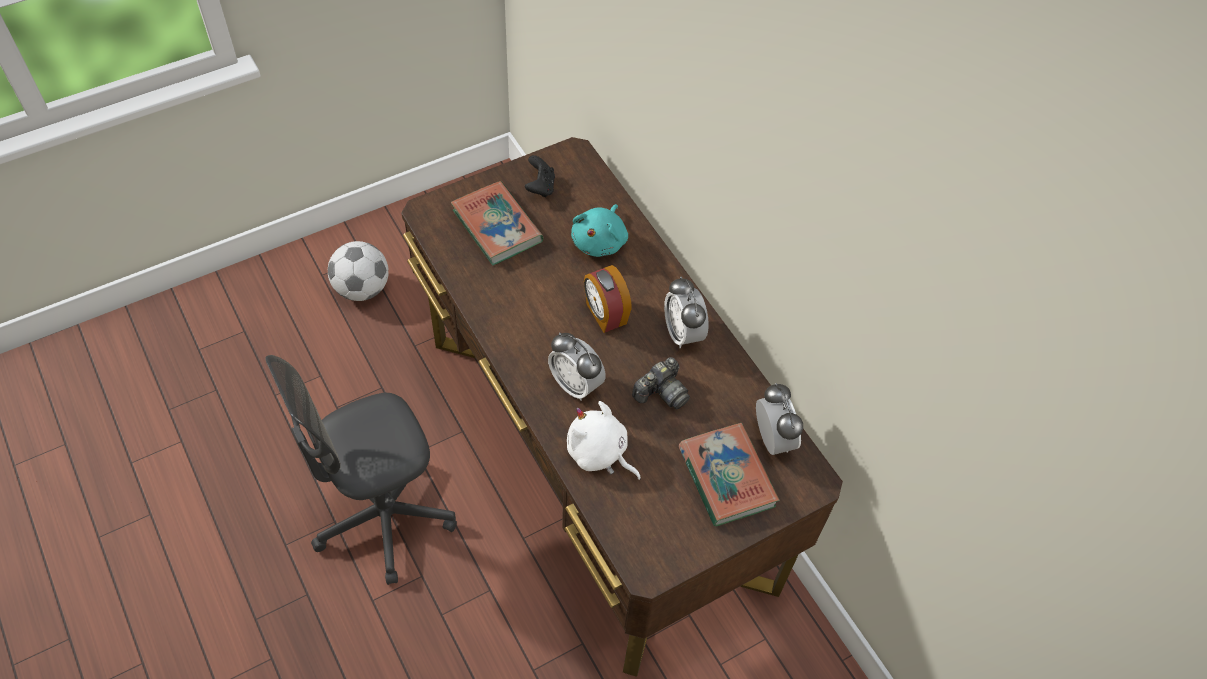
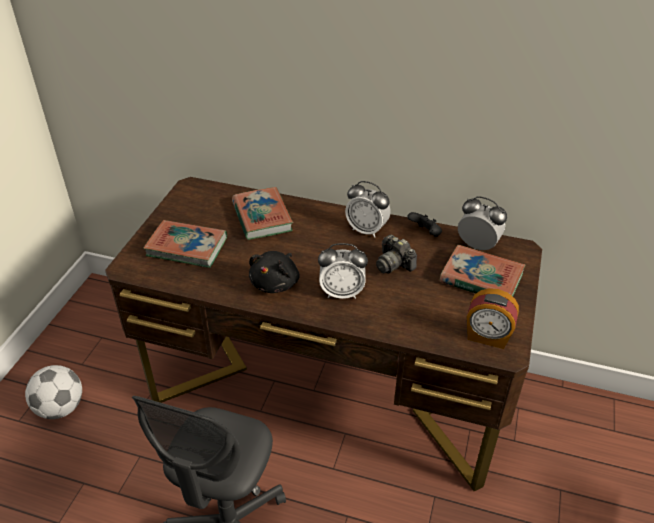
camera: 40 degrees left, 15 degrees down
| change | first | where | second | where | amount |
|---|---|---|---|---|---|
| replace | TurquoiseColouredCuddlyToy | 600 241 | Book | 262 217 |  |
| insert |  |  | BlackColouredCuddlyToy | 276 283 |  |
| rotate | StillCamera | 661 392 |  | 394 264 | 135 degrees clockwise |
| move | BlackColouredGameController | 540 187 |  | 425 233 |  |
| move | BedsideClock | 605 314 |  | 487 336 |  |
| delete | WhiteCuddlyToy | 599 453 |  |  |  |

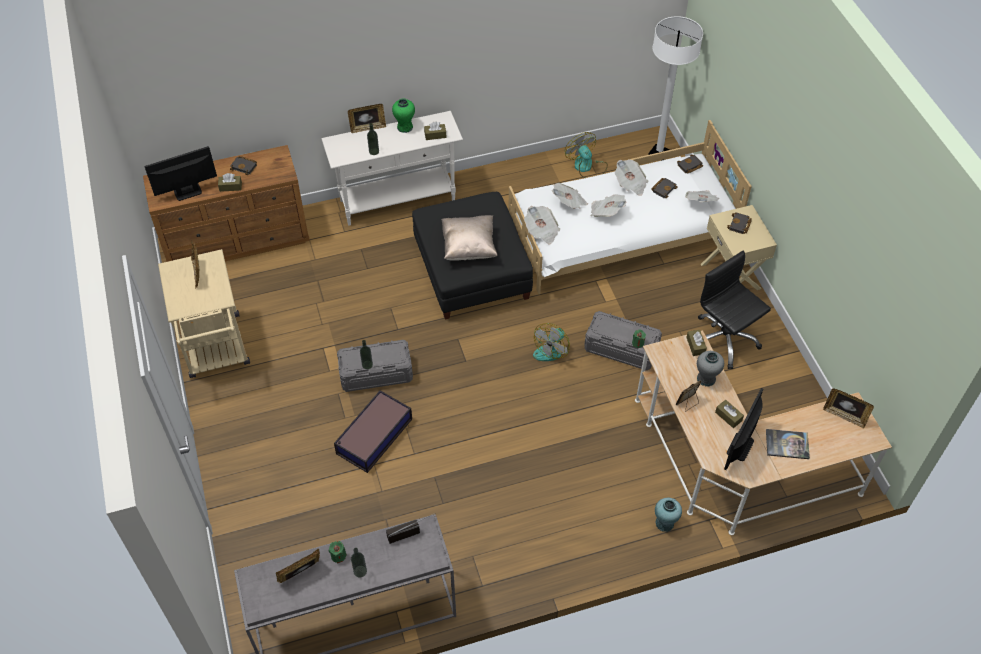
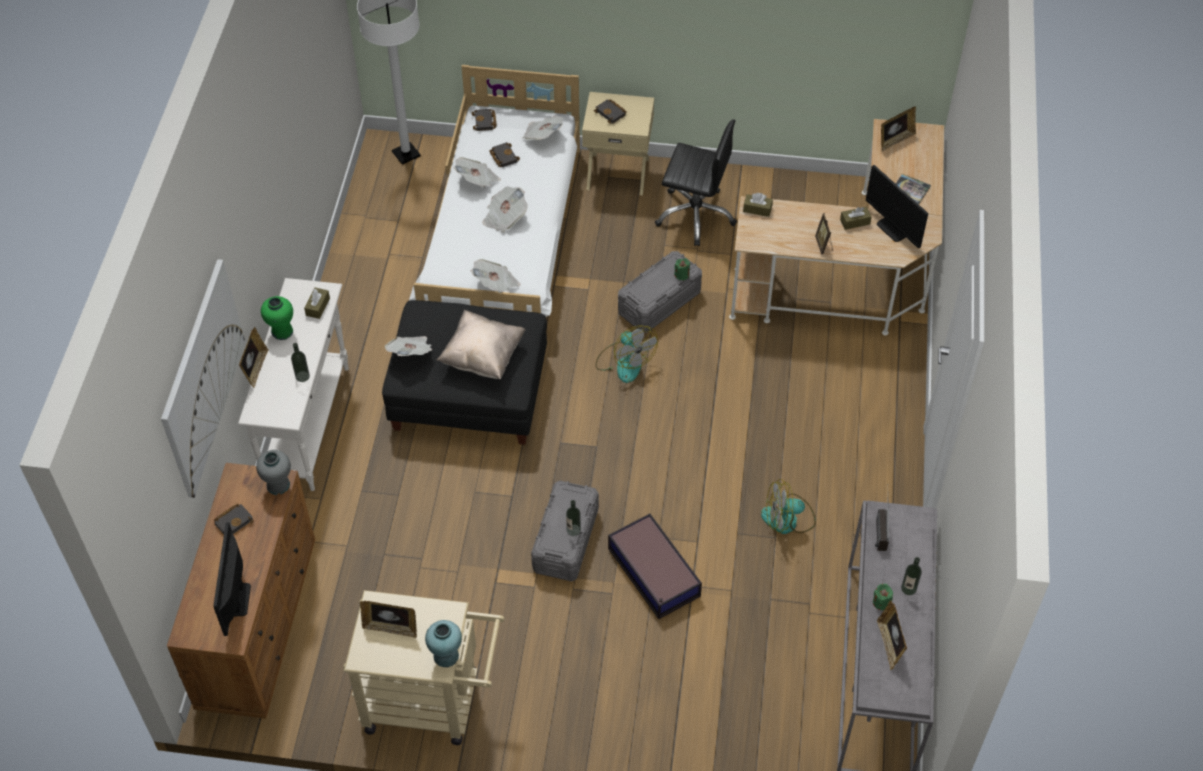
camera: 65 degrees left, 0 degrees up
| change | first | where | second | where | amount |
|---|---|---|---|---|---|
| insert |  |  | WallPicture | 202 377 |  |
| move | GrayFlowerVase | 706 379 |  | 278 485 |  |
| move | DailyPaper | 569 203 |  | 411 353 |  |
| move | TurquoiseColouredFlowerVase | 664 523 |  | 446 656 |  |
| rotate | BlackColouredDeskChair | 724 339 |  | 695 215 | 150 degrees counterclockwise |
| move | Fan | 586 167 |  | 788 519 |  |
| delete | BrownColouredBoxOfTissues | 230 187 |  |  |  |

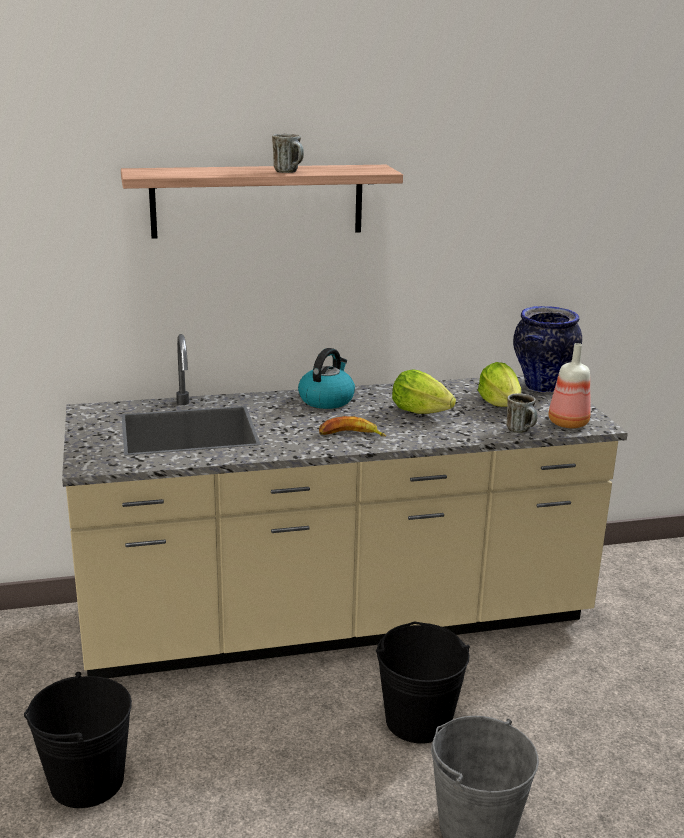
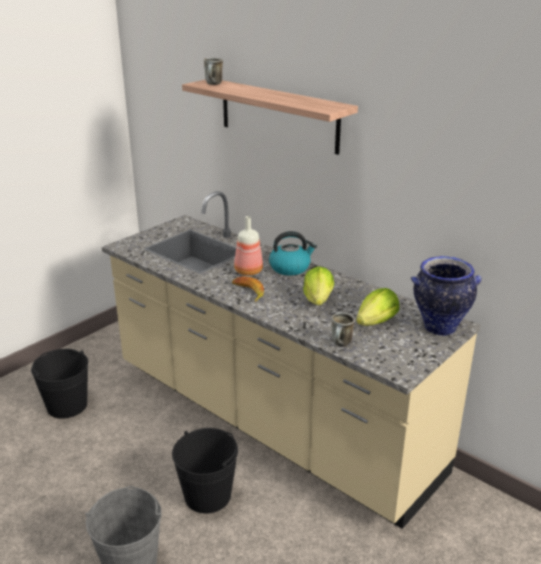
camera: 55 degrees right, 5 degrees up
| change | first | where | second | where | amount |
|---|---|---|---|---|---|
| move | Mug | 290 172 |  | 214 84 |  |
| move | Bottle | 568 424 |  | 247 271 |  |

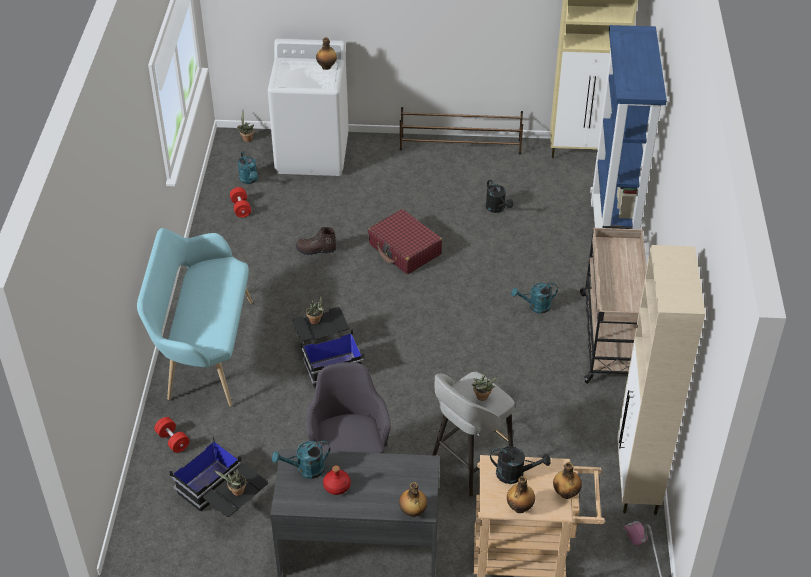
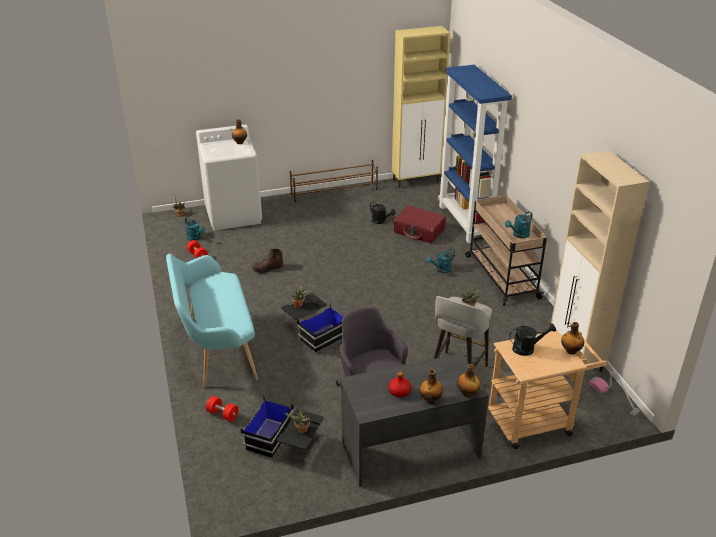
camera: 20 degrees left, 10 degrees down
| change | first | where | second | where | amount |
|---|---|---|---|---|---|
| move | ReddishPieceOfLuggage | 405 249 |  | 419 231 |  |
| move | Bottle | 520 507 |  | 430 400 |  |
| move | TurquoiseColouredSprinklingCan | 305 470 |  | 518 235 |  |

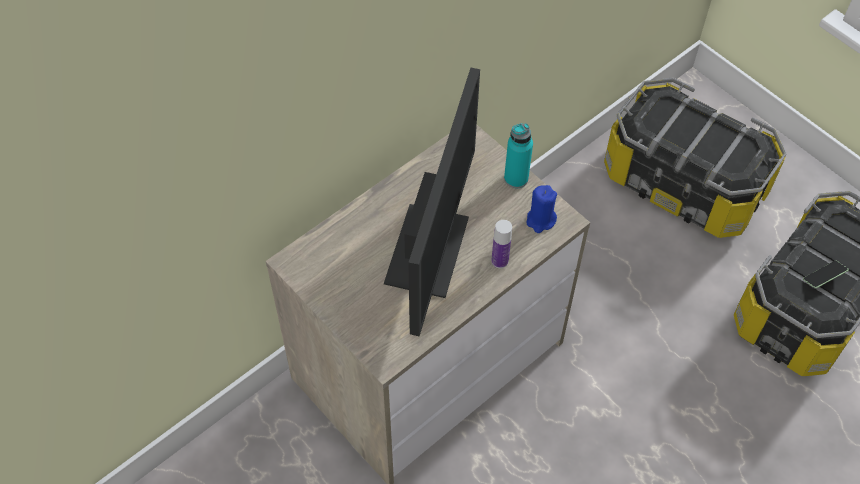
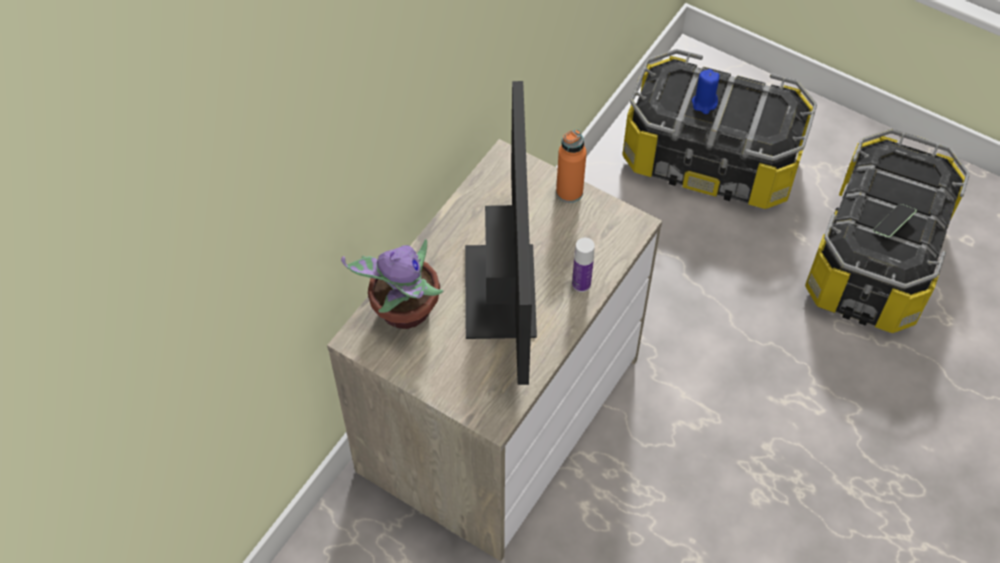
camera: 15 degrees left, 0 degrees up
| change | first | where | second | where | amount |
|---|---|---|---|---|---|
| insert |  |  | Houseplant | 404 312 |  |
| recolor | TurquoiseColouredBottle | 516 178 | OrangeyBottle | 569 192 |  |
| move | BlueCandle | 540 220 |  | 704 103 |  |

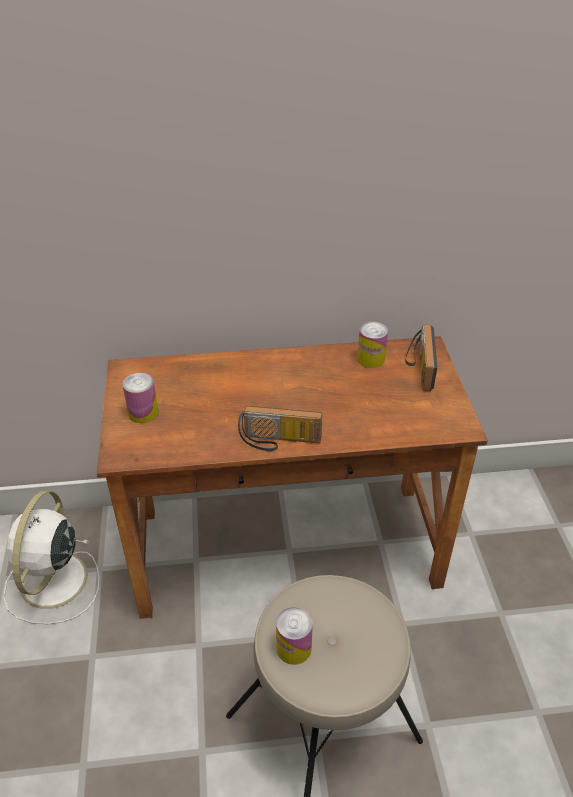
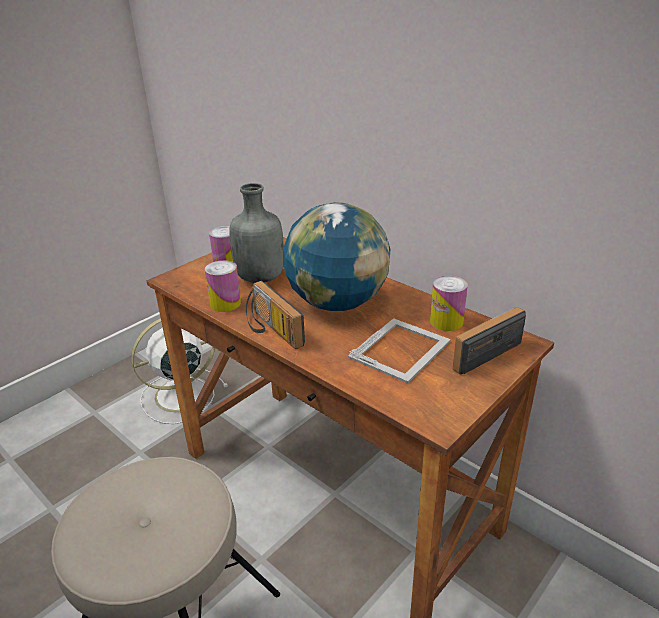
camera: 50 degrees right, 10 degrees down
| change | first | where | second | where | amount |
|---|---|---|---|---|---|
| move | Can | 294 648 |  | 225 303 |  |
| insert |  |  | GrayBottle | 261 277 |  |
| insert |  |  | Globe | 337 303 |  |
| insert |  |  | StandingFrame | 401 349 |  |

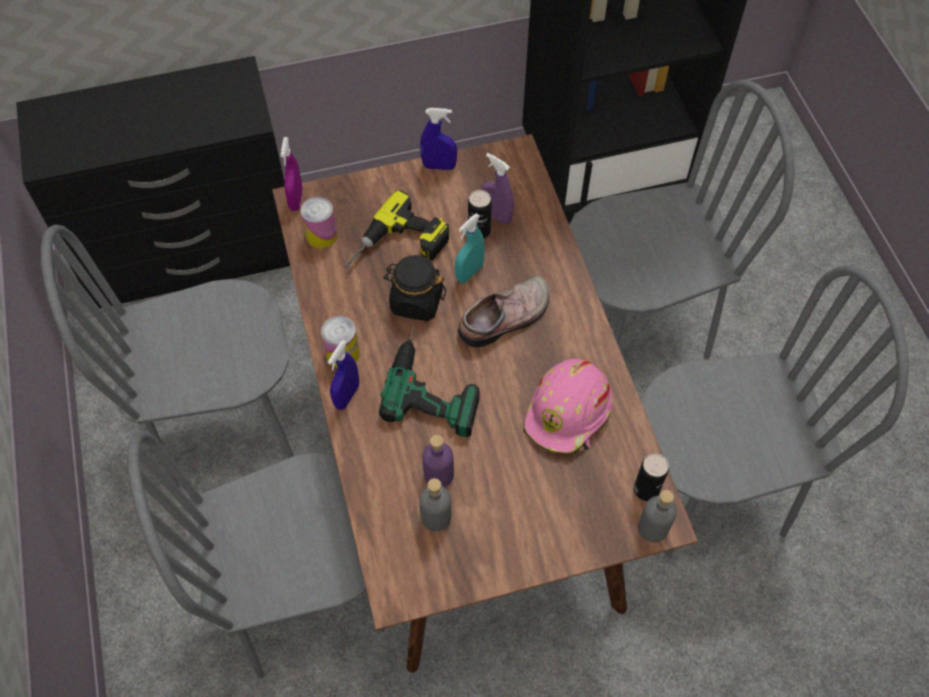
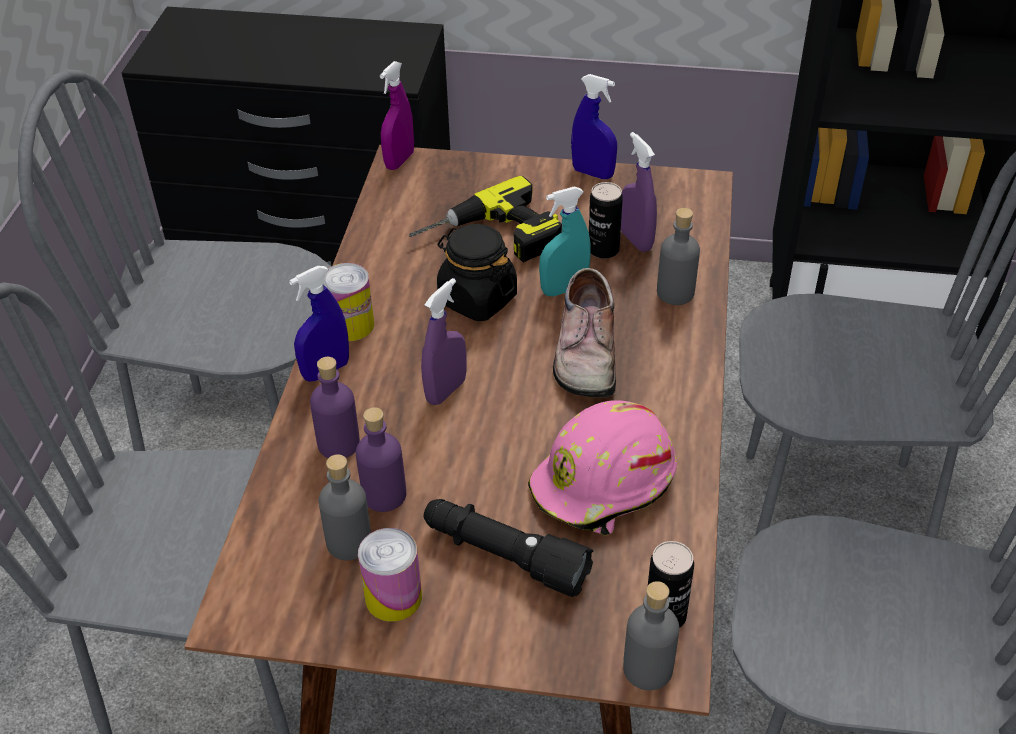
camera: 25 degrees right, 15 degrees down
| change | first | where | second | where | amount |
|---|---|---|---|---|---|
| insert |  |  | PurplishBottle | 339 444 |  |
| move | Can | 321 235 |  | 393 597 |  |
| replace | Drill | 435 382 | PurplishHandSprayer | 446 391 |  |
| insert |  |  | BlackColouredTorch | 504 556 |  |
| rotate | ItemOfFootwear | 506 319 |  | 583 351 | 105 degrees clockwise |
| insert |  |  | GrayBottle | 675 293 |  |

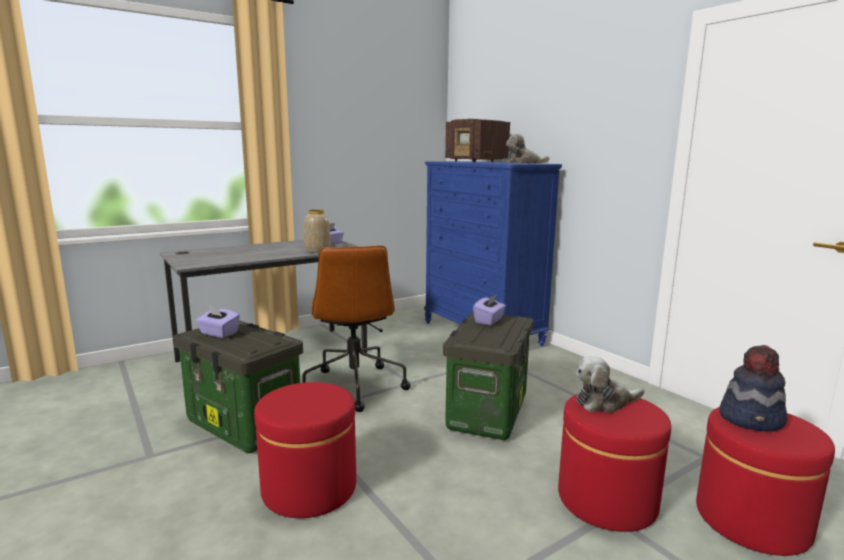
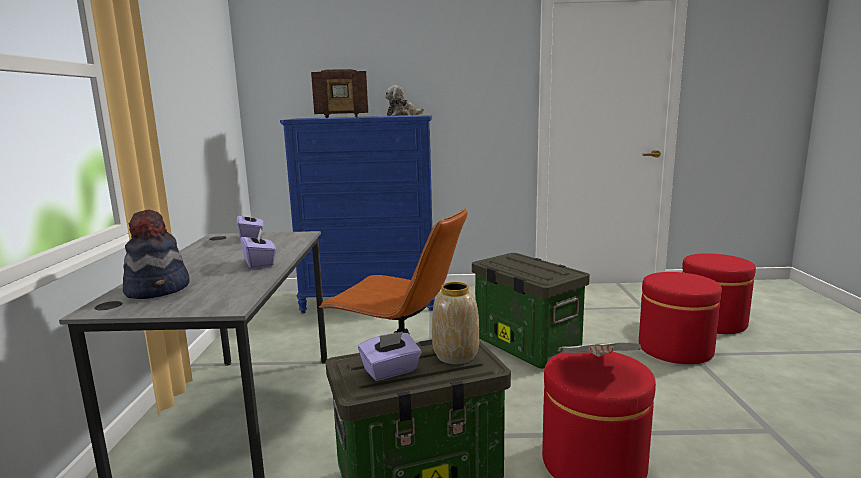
camera: 55 degrees left, 0 degrees up
| change | first | where | second | where | amount |
|---|---|---|---|---|---|
| move | ClothingHat | 752 419 |  | 159 289 |  |
| move | PurplishBoxOfTissues | 489 320 |  | 260 263 |  |
| move | FlowerVase | 318 251 |  | 456 355 |  |
| insert |  |  | DailyPaper | 596 369 |  |
| delete | CuddlyToy | 604 402 |  |  |  |

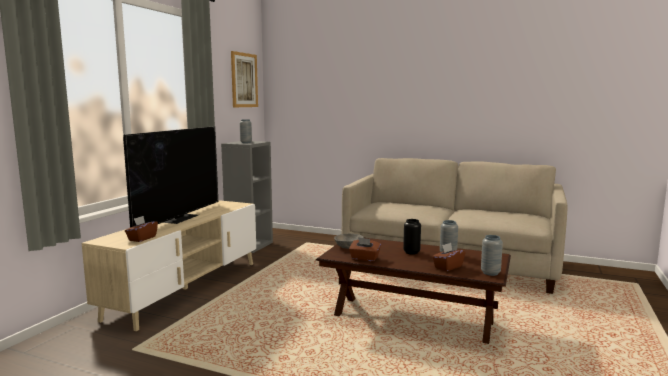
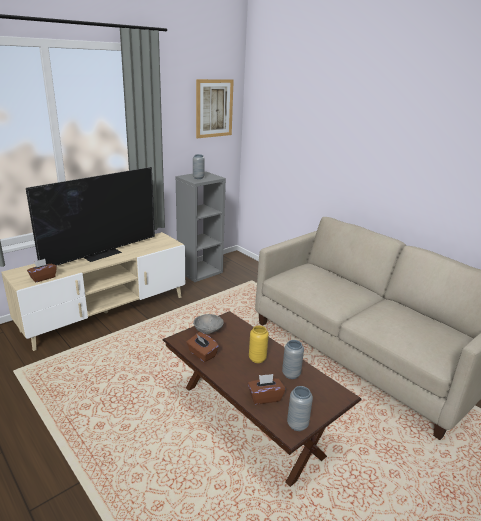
camera: 25 degrees right, 15 degrees up
| change | first | where | second | where | amount |
|---|---|---|---|---|---|
| recolor | BlackColouredFlowerVase | 411 252 | YellowishFlowerVase | 257 359 |  |

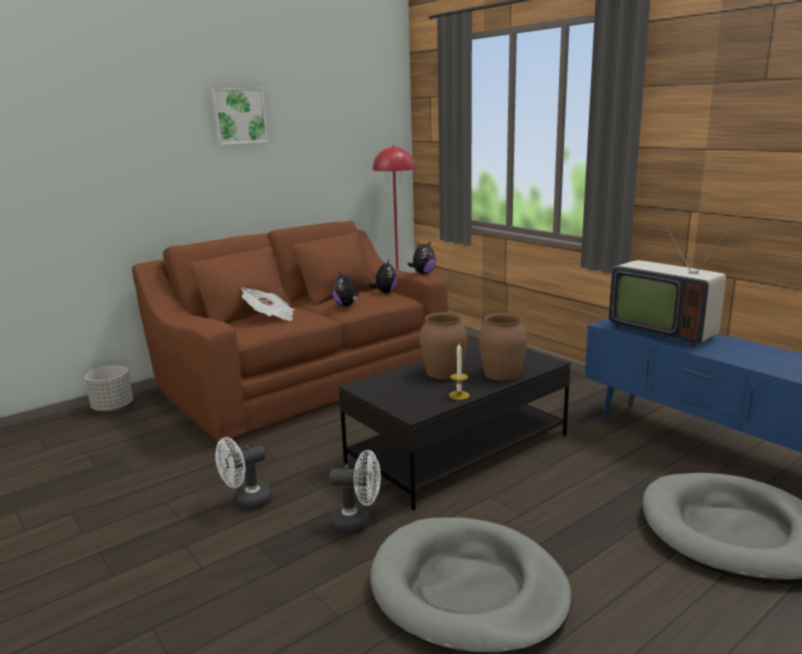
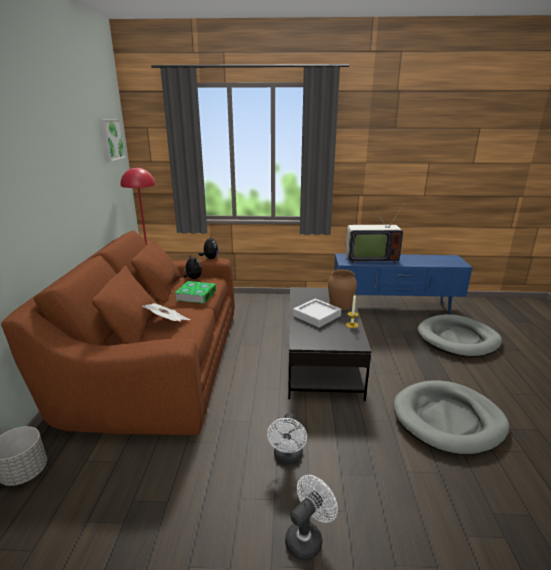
camera: 50 degrees left, 5 degrees up
| change | first | where | second | where | amount |
|---|---|---|---|---|---|
| move | WallPicture | 239 116 |  | 111 139 |  |
| replace | CuddlyToy | 346 305 | Book | 196 295 |  |
| move | WhiteFan | 357 523 |  | 307 537 |  |
| replace | BrownColouredFlowerVase | 444 372 | GrayCarryingTray | 316 316 |  |

